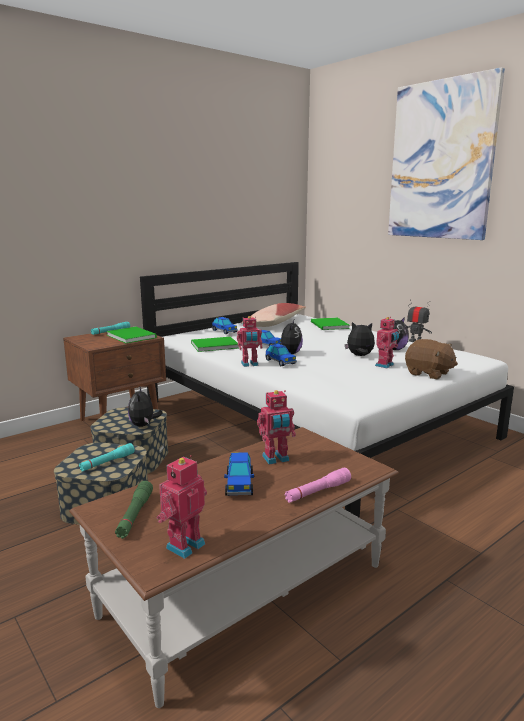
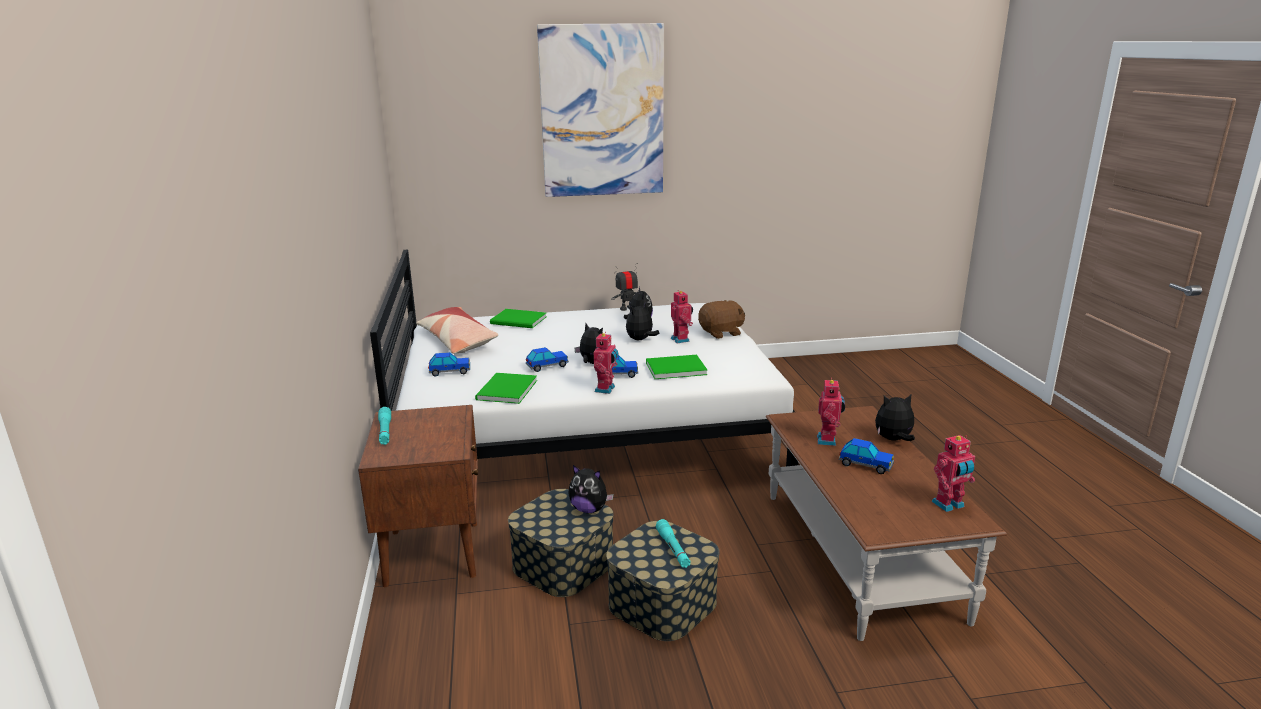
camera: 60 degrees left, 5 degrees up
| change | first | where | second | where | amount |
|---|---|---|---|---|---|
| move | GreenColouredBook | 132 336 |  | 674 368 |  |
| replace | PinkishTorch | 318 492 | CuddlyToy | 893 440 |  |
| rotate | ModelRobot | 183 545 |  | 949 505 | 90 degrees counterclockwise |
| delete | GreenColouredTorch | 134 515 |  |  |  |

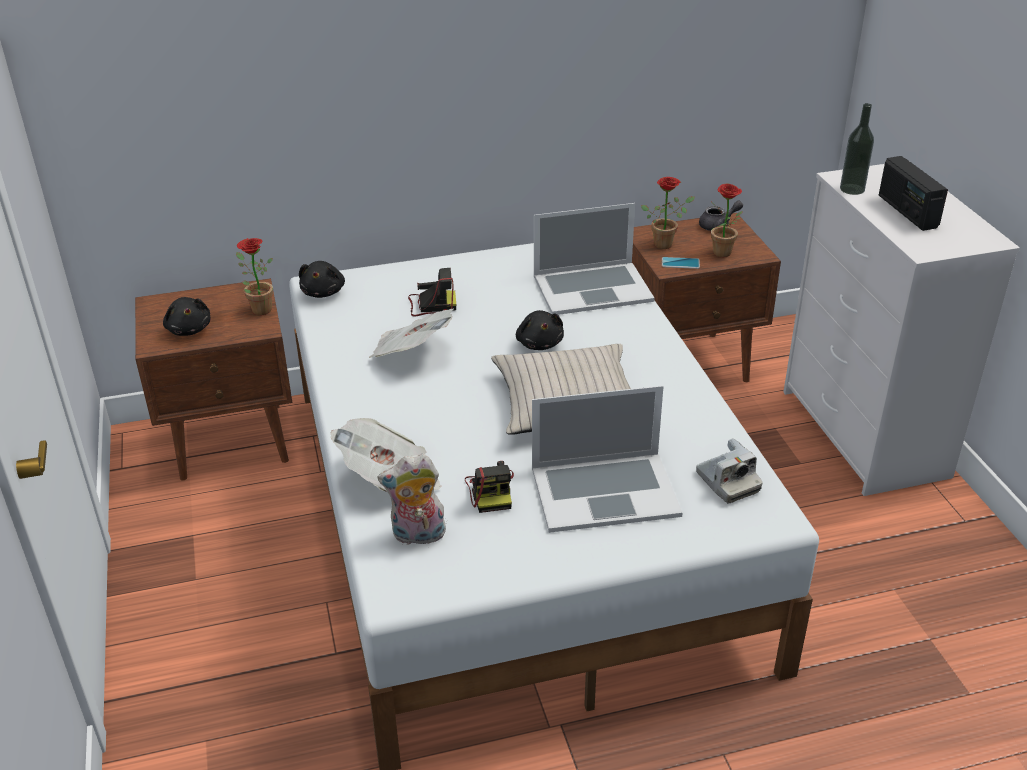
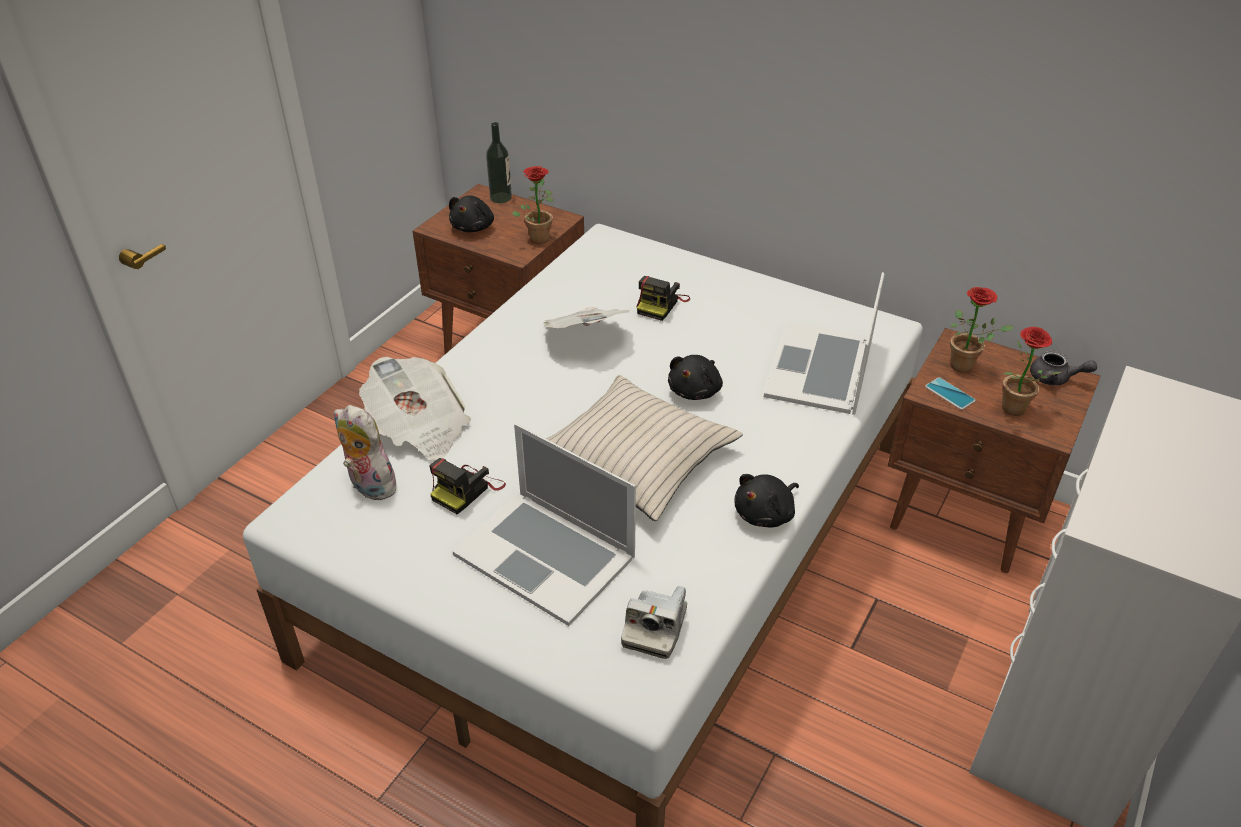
camera: 45 degrees right, 5 degrees up
| change | first | where | second | where | amount |
|---|---|---|---|---|---|
| move | Bottle | 852 189 |  | 501 197 |  |
| rotate | StillCamera | 431 305 |  | 661 304 | 75 degrees clockwise |
| move | BlackColouredCuddlyToy | 323 292 |  | 766 514 |  |
| rotate | Laptop | 592 288 |  | 820 368 | 75 degrees clockwise |
| delete | Radio | 907 212 |  |  |  |

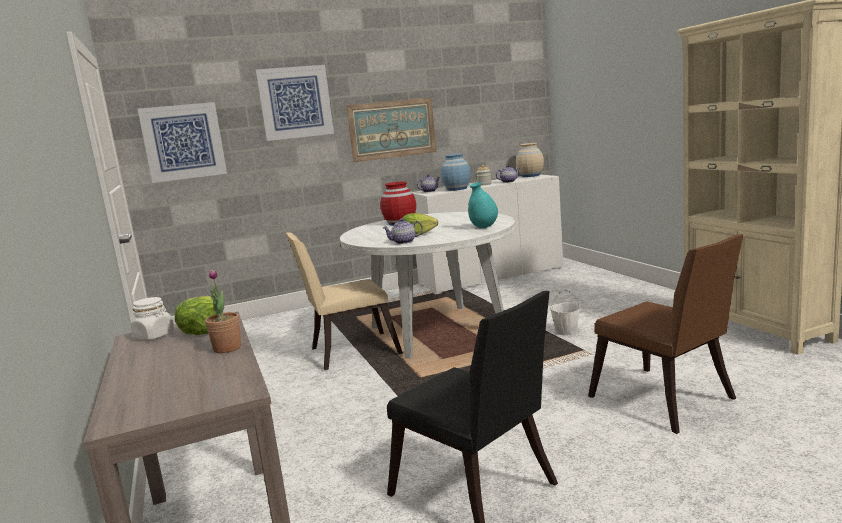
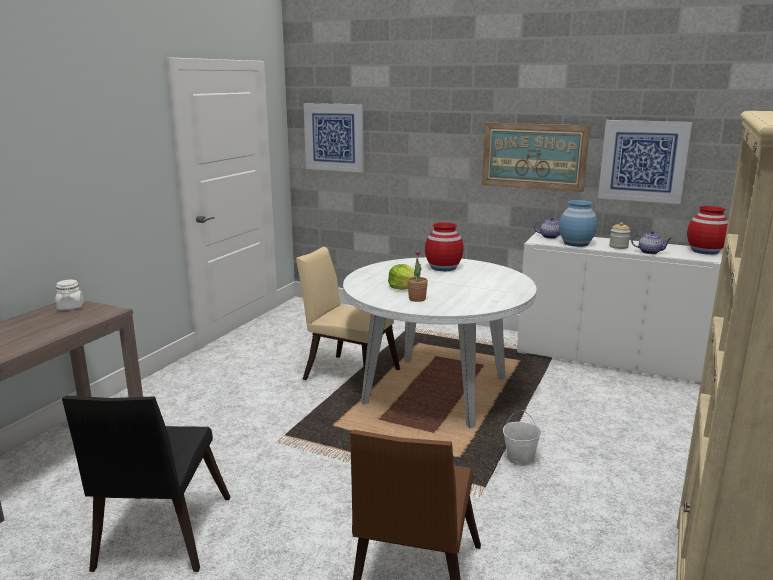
camera: 45 degrees right, 5 degrees up
| change | first | where | second | where | amount |
|---|---|---|---|---|---|
| move | Houseplant | 227 348 |  | 417 299 |  |
| move | WallPicture | 295 102 |  | 643 161 |  |
| recolor | BeigeColouredFlowerVase | 530 175 | ReddishFlowerVase | 705 251 |  |
| delete | LettuceHead | 203 330 |  |  |  |
| delete | Teapot | 404 242 |  |  |  |
| delete | TurquoiseColouredFlowerVase | 484 227 |  |  |  |

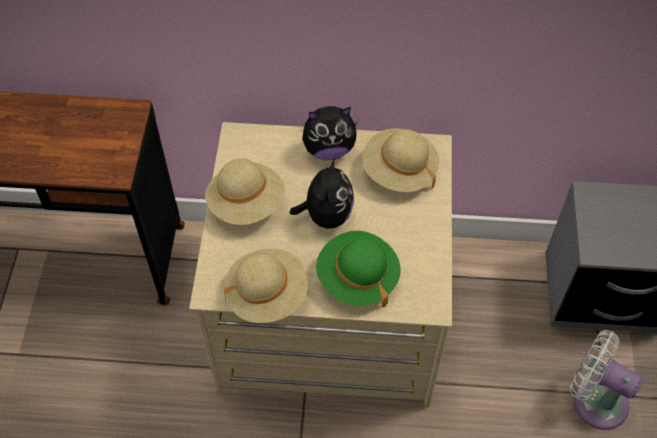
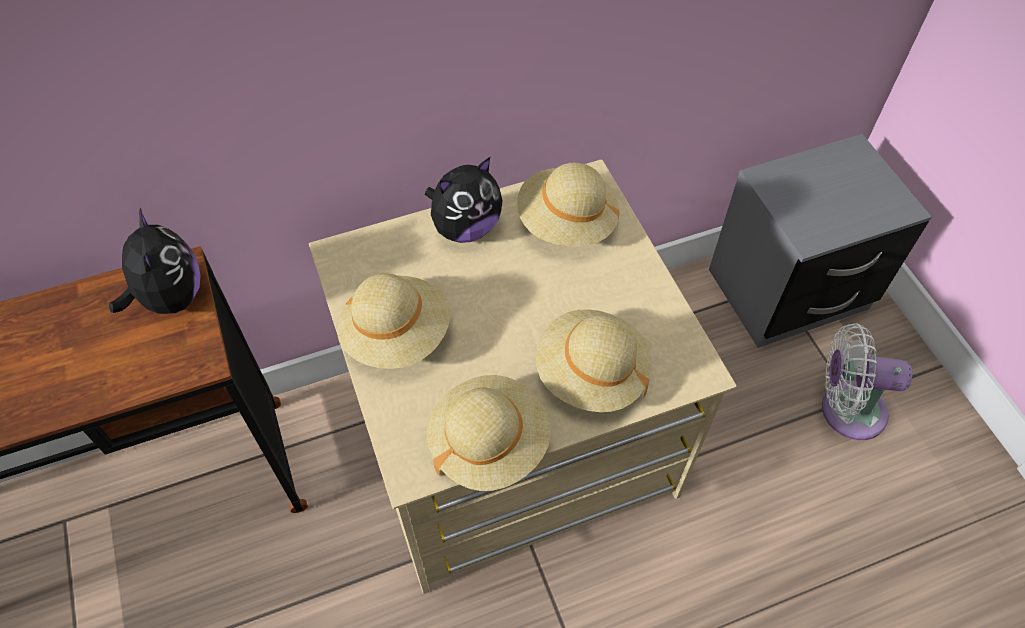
camera: 25 degrees left, 0 degrees up
| change | first | where | second | where | amount |
|---|---|---|---|---|---|
| move | CuddlyToy | 326 215 |  | 170 298 |  |
| recolor | GreenColouredClothingHat | 357 278 | BeigeColouredClothingHat | 591 374 |  |

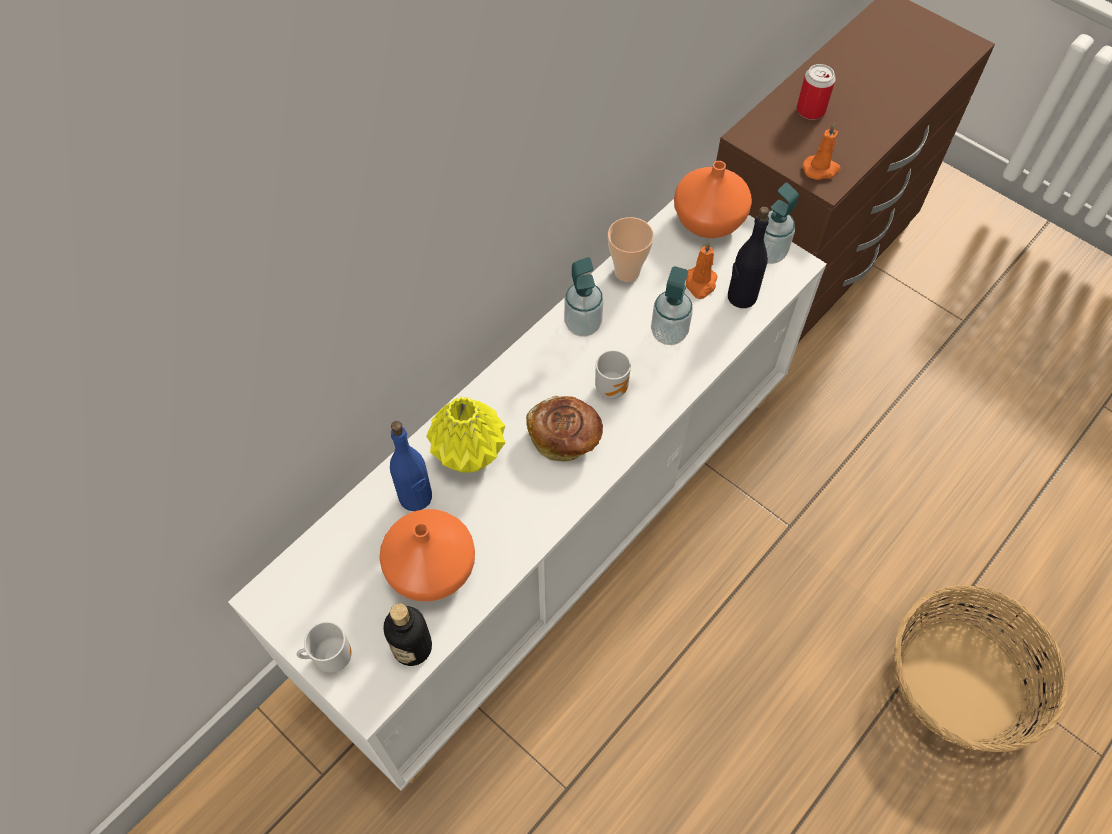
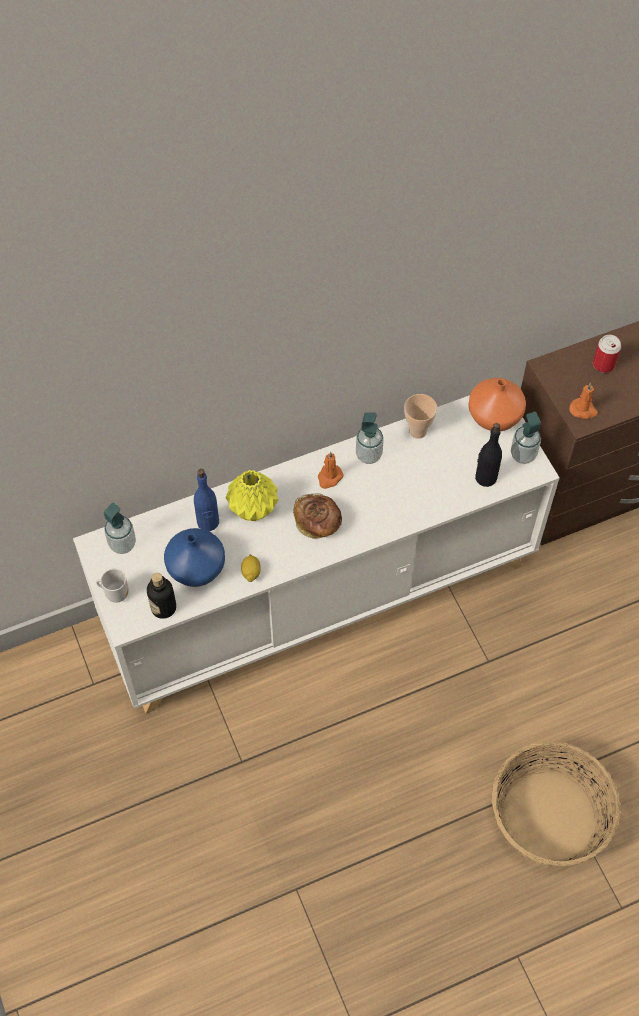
camera: 25 degrees right, 0 degrees up
| change | first | where | second | where | amount |
|---|---|---|---|---|---|
| move | SoapBottle | 669 333 |  | 122 544 |  |
| recolor | OrangeyFlowerVase | 432 570 | BlueFlowerVase | 196 569 |  |
| insert |  |  | WholeLemon | 251 572 |  |
| move | OrangeyCandle | 700 283 |  | 329 477 |  |
| delete | Mug | 613 387 |  |  |  |

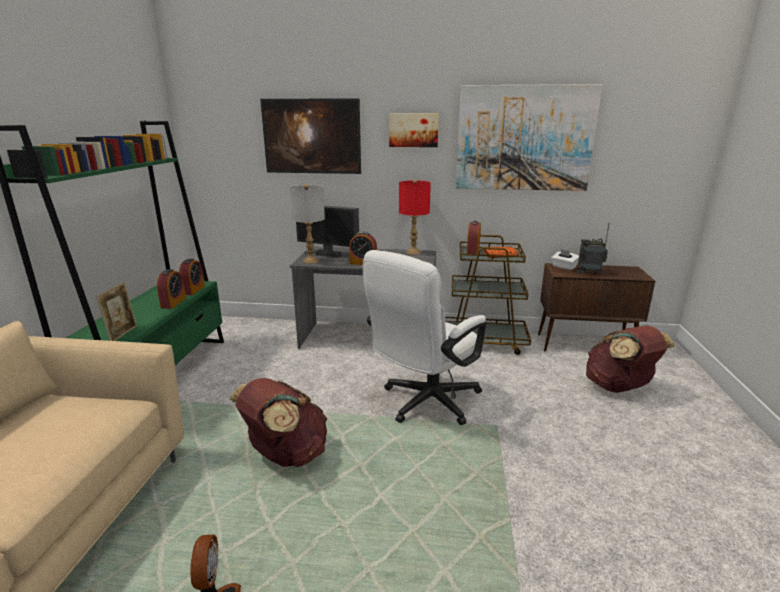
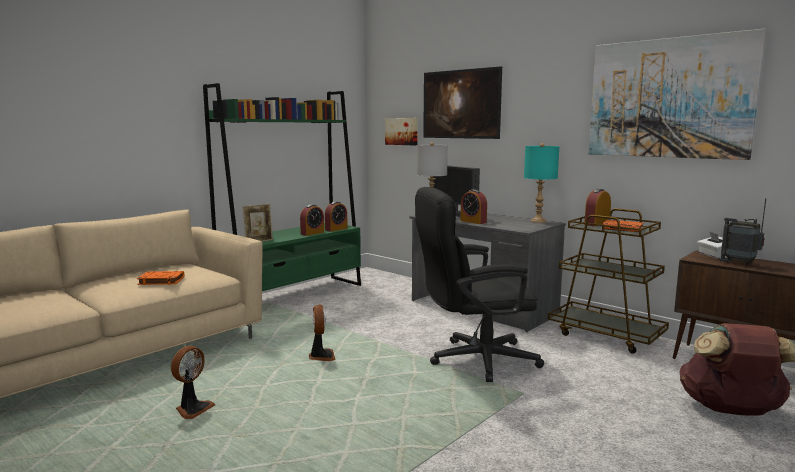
camera: 35 degrees right, 10 degrees down
| change | first | where | second | where | amount |
|---|---|---|---|---|---|
| insert |  |  | OrangeyBook | 160 281 |  |
| replace | BrownColouredBackpack | 285 455 | Fan | 321 356 |  |
| move | WallPicture | 413 130 |  | 402 131 |  |
| recolor | WhiteDeskChair | 424 403 | BlackColouredDeskChair | 473 360 |  |
| recolor | ReddishLampForATable | 413 252 | TurquoiseColouredLampForATable | 538 221 |  |

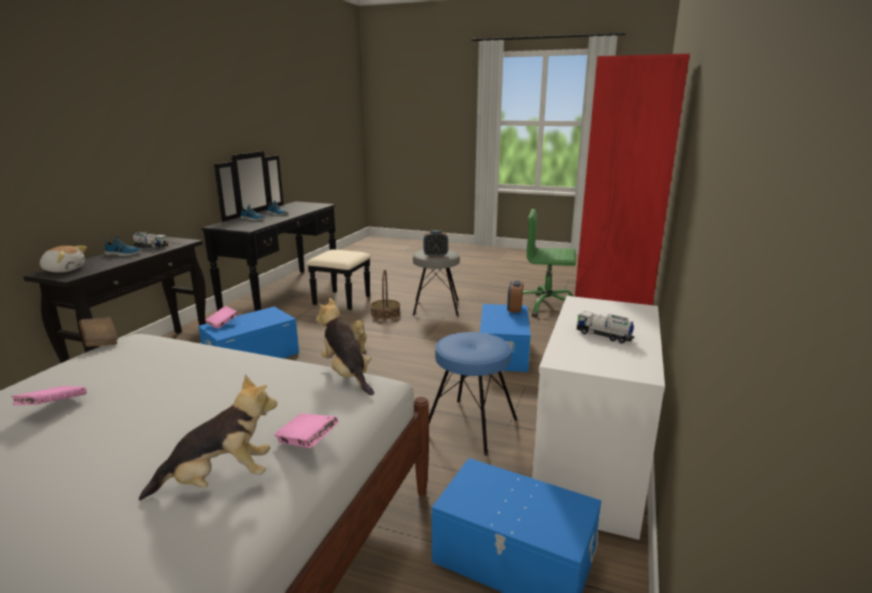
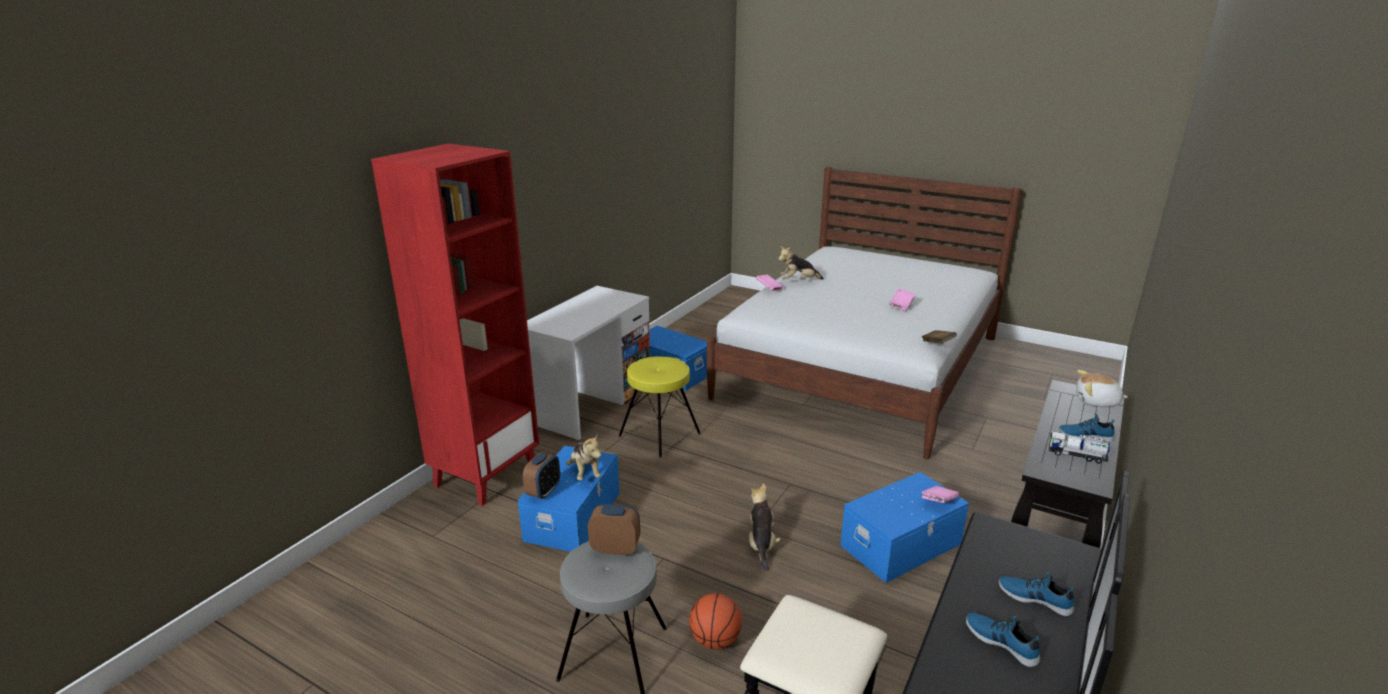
camera: 170 degrees left, 5 degrees up
| change | first | where | second | where | amount |
|---|---|---|---|---|---|
| move | CuddlyToy | 347 375 |  | 585 472 |  |
| recolor | BlueStool | 470 425 | YellowishStool | 659 435 |  |
| replace | HouseholdBasket | 385 314 | BallForBasketball | 715 640 |  |
| delete | GreenColouredDeskChair | 546 306 |  |  |  |
| delete | ModelTruck | 604 336 |  |  |  |

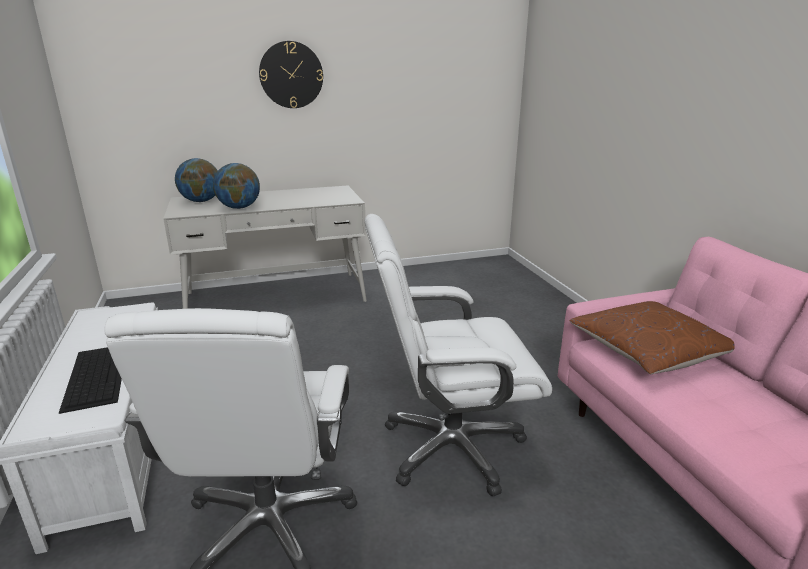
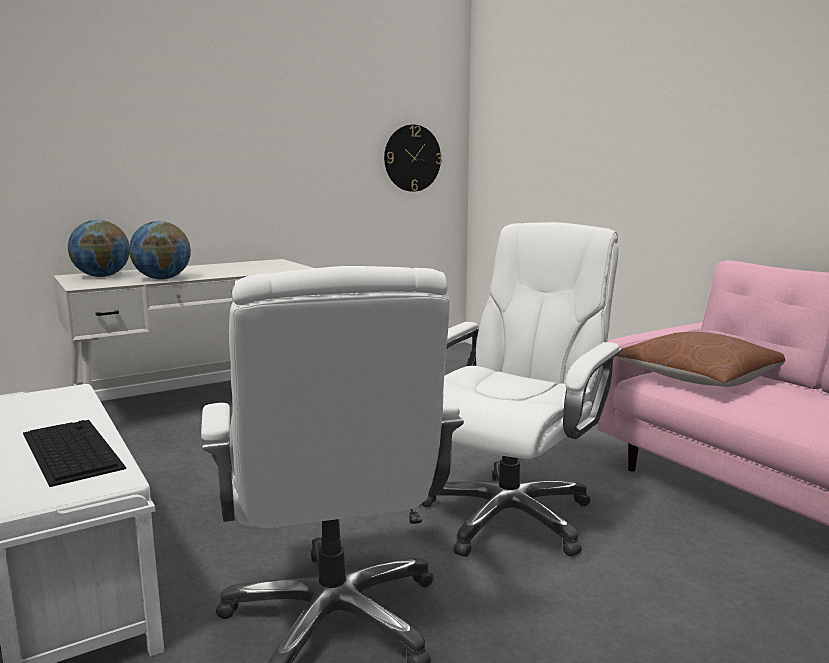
camera: 15 degrees left, 10 degrees down
| change | first | where | second | where | amount |
|---|---|---|---|---|---|
| move | HangingClock | 291 75 |  | 412 158 |  |
| rotate | WhiteDeskChair | 450 447 |  | 508 515 | 150 degrees clockwise |

